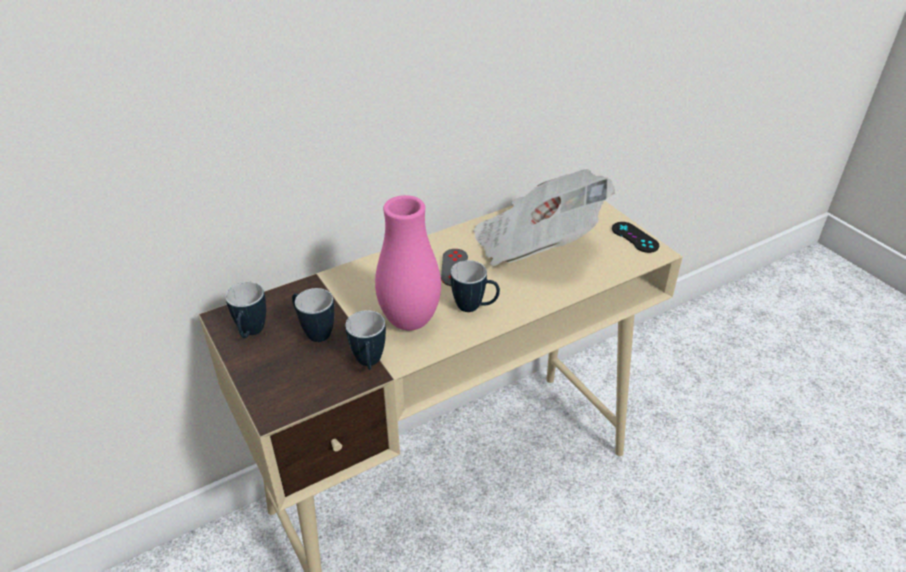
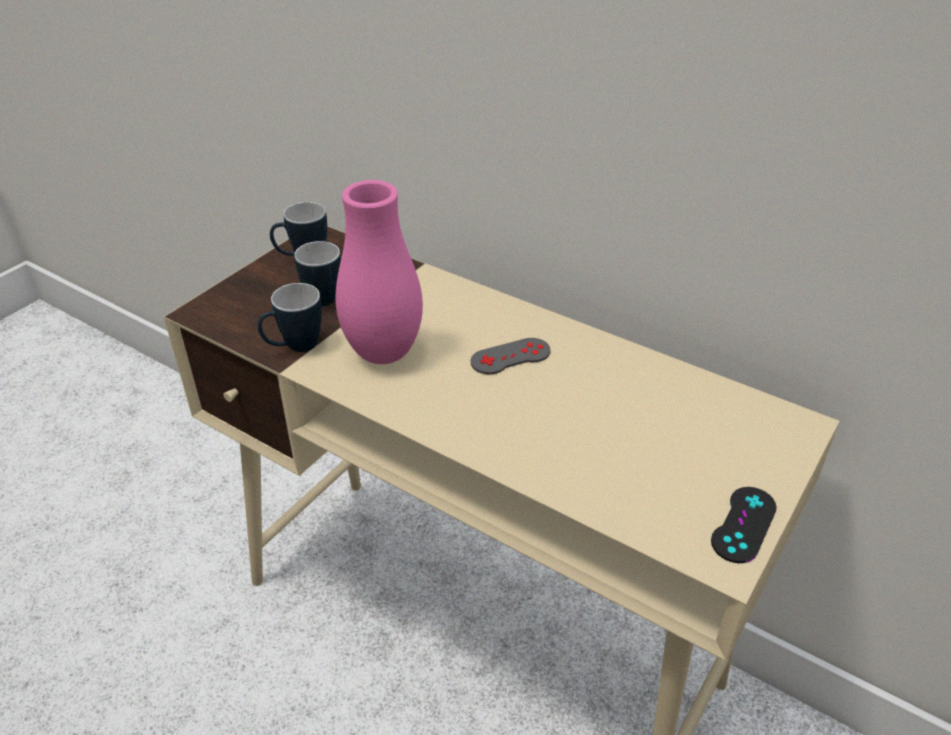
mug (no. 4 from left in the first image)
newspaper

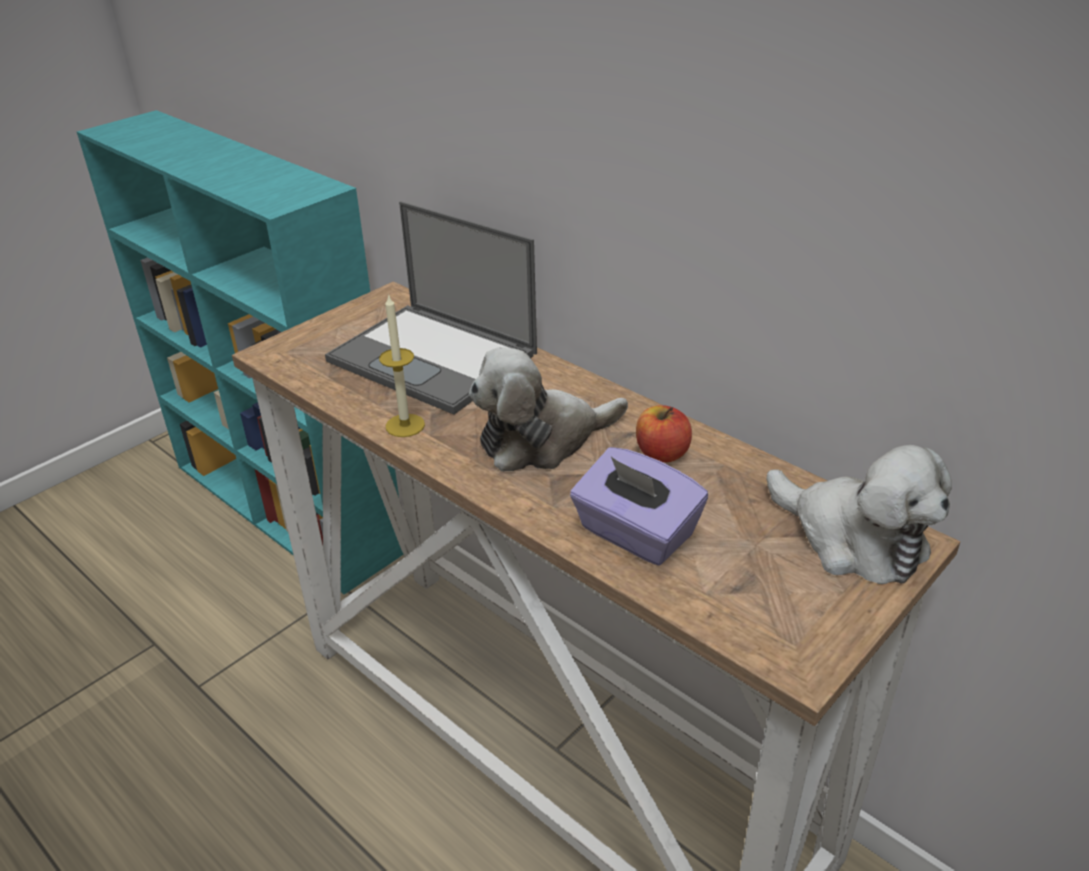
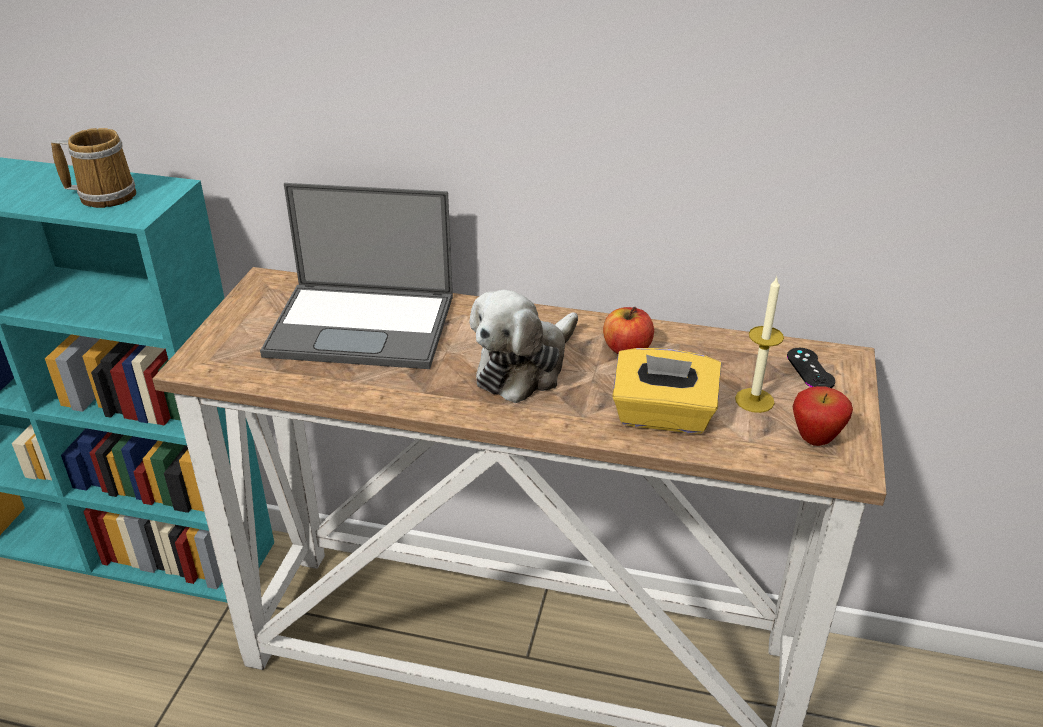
candle
tissue box in yellow
game controller in black
mug
apple (no. 2 from left)

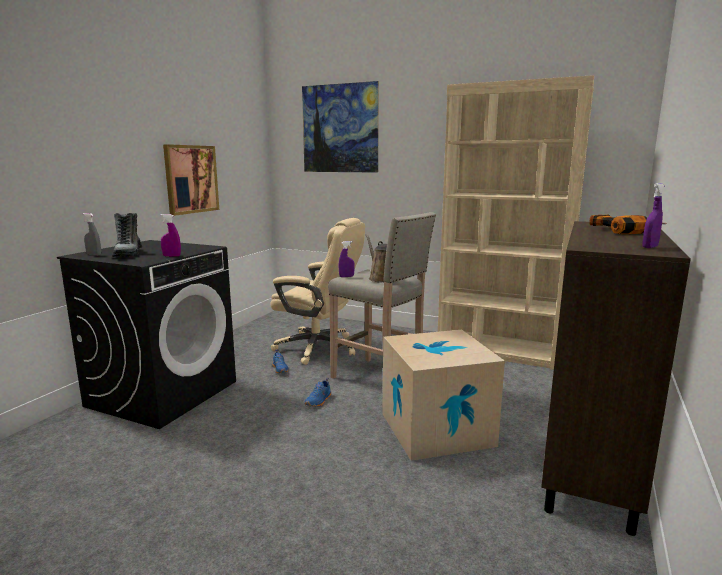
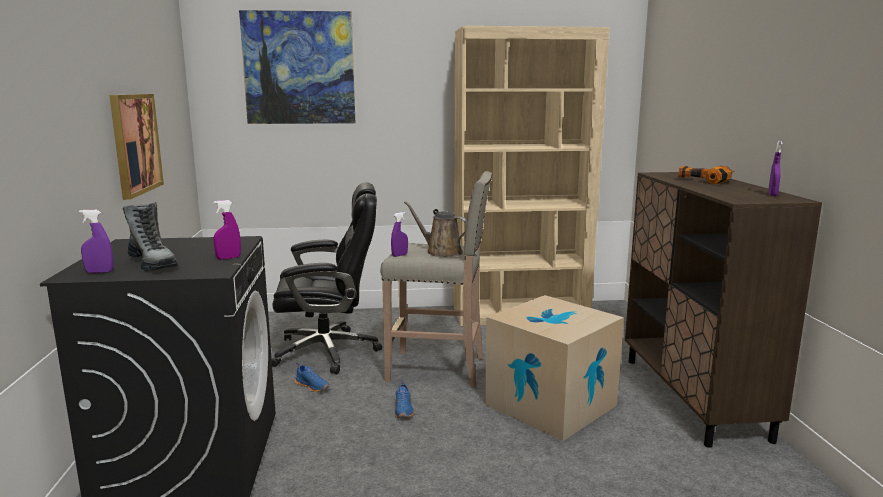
spray bottle in purple (no. 1 from left)
office chair in black

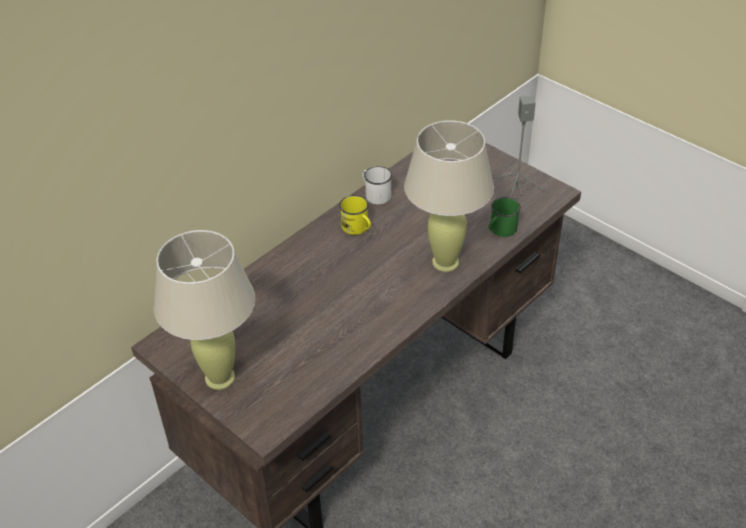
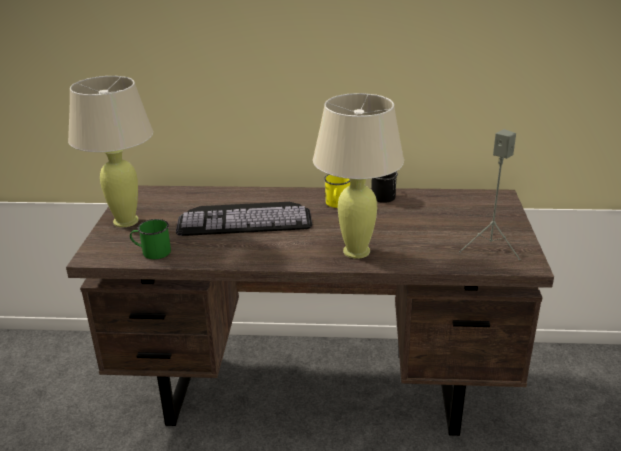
mug in black
mug in green
keyboard

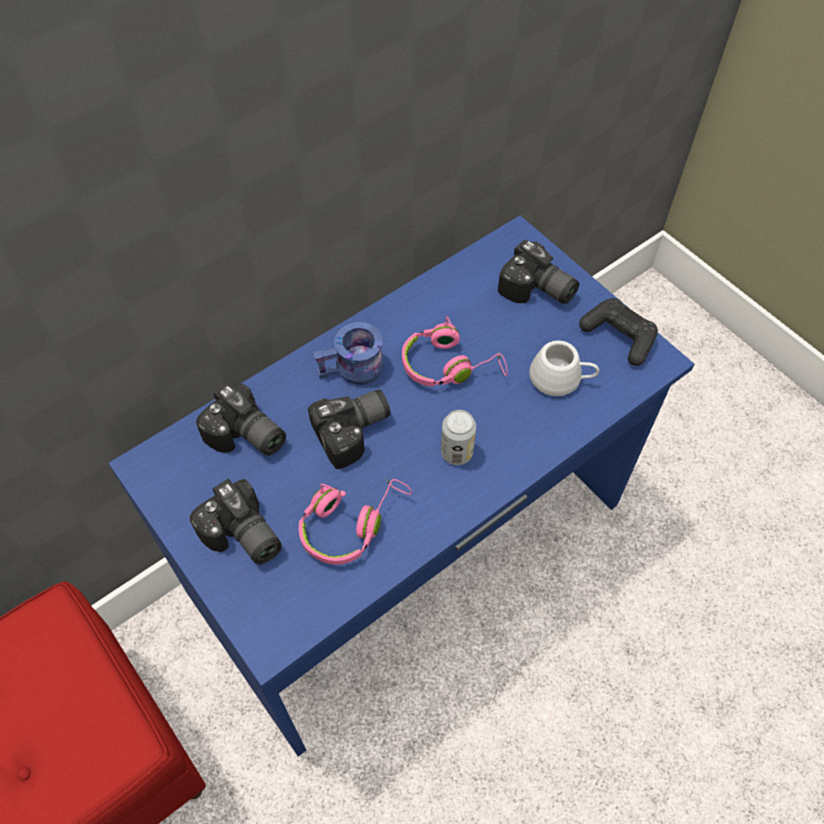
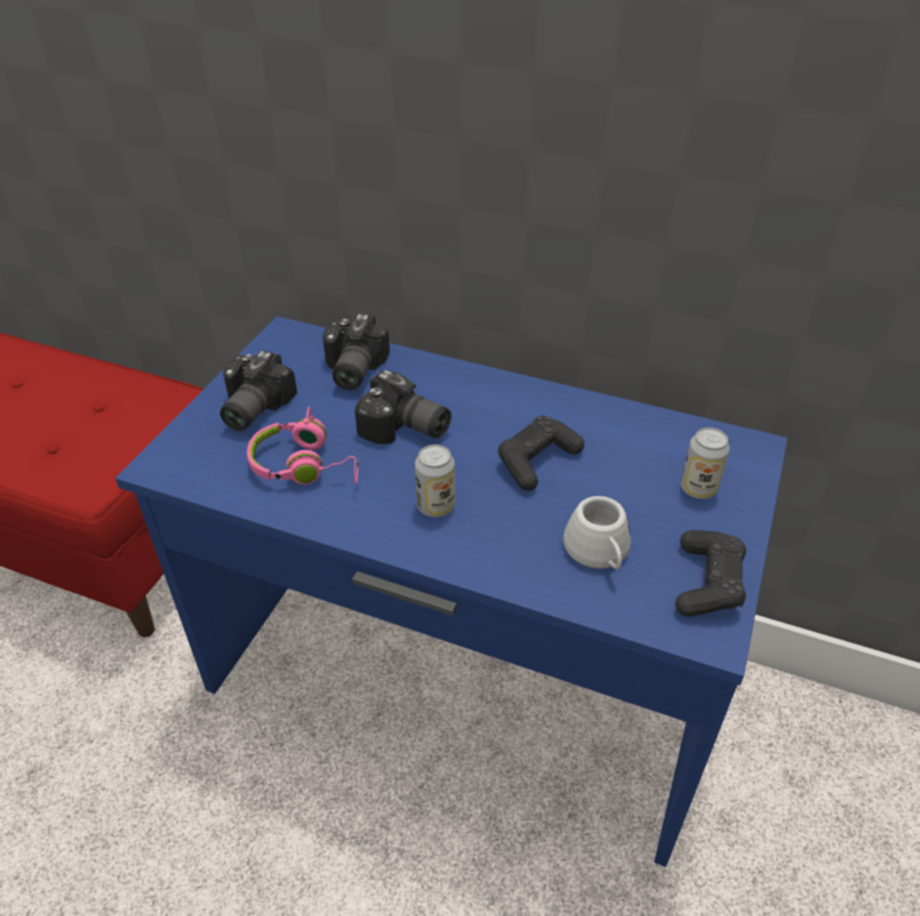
mug in blue
game controller in black (no. 1 from left)
can (no. 2 from left)

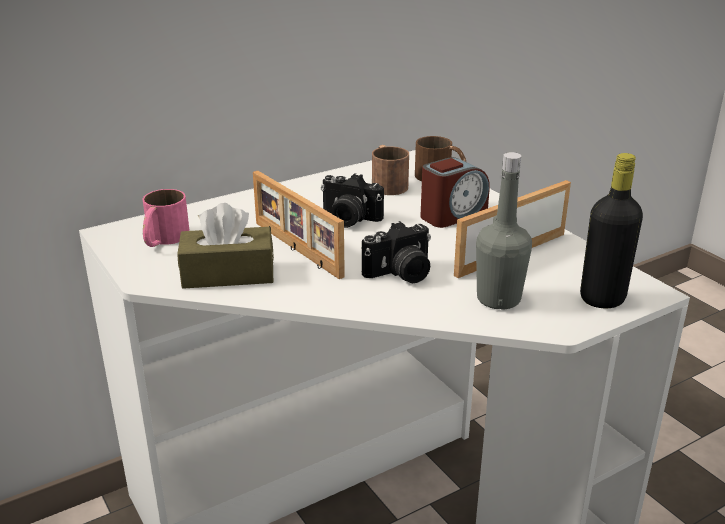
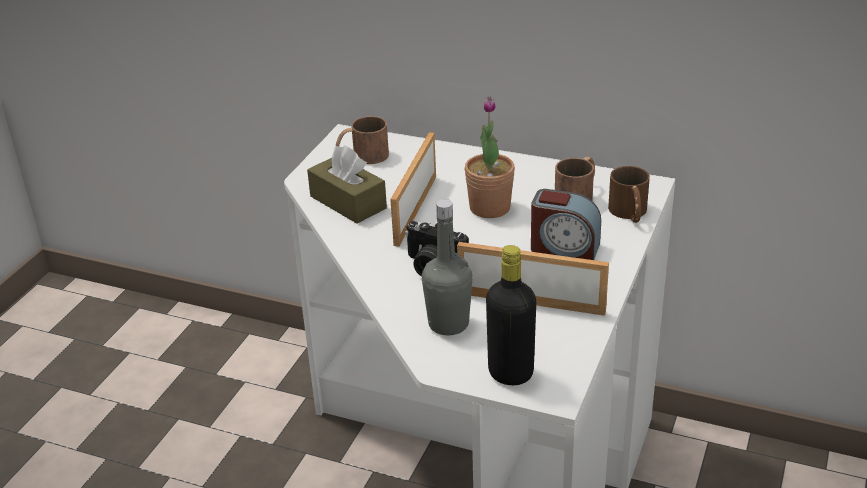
mug in brown (no. 1 from left)
potted plant

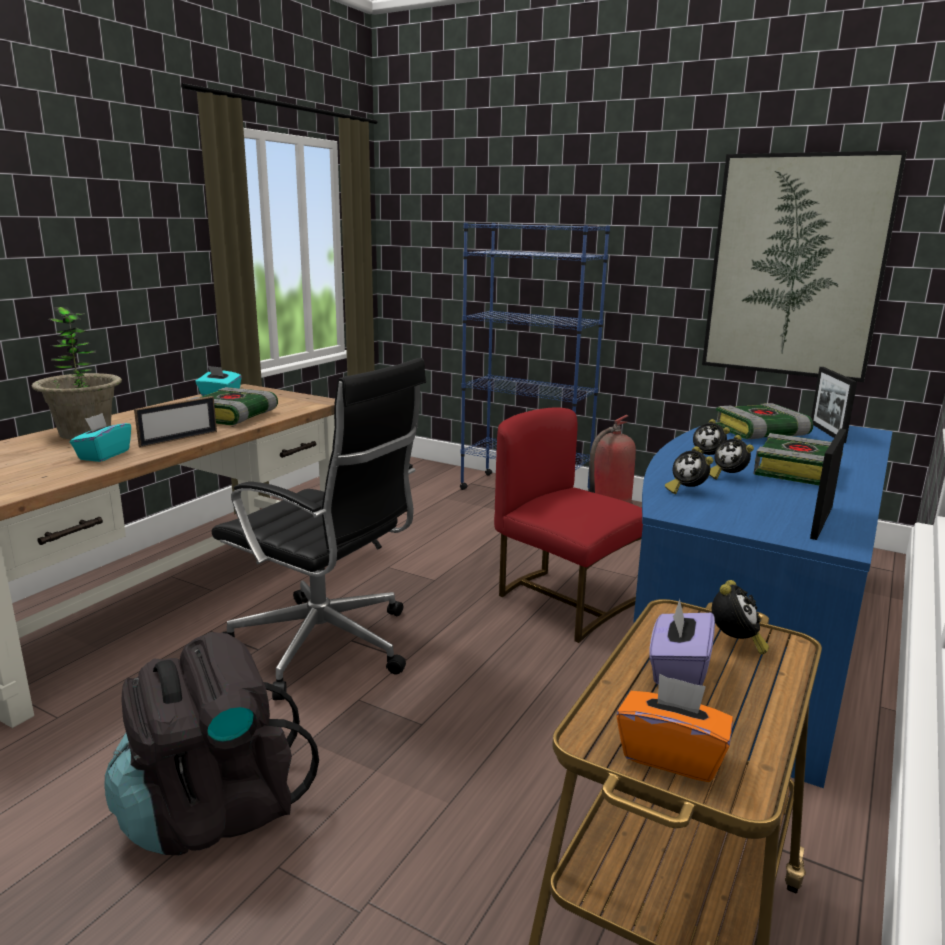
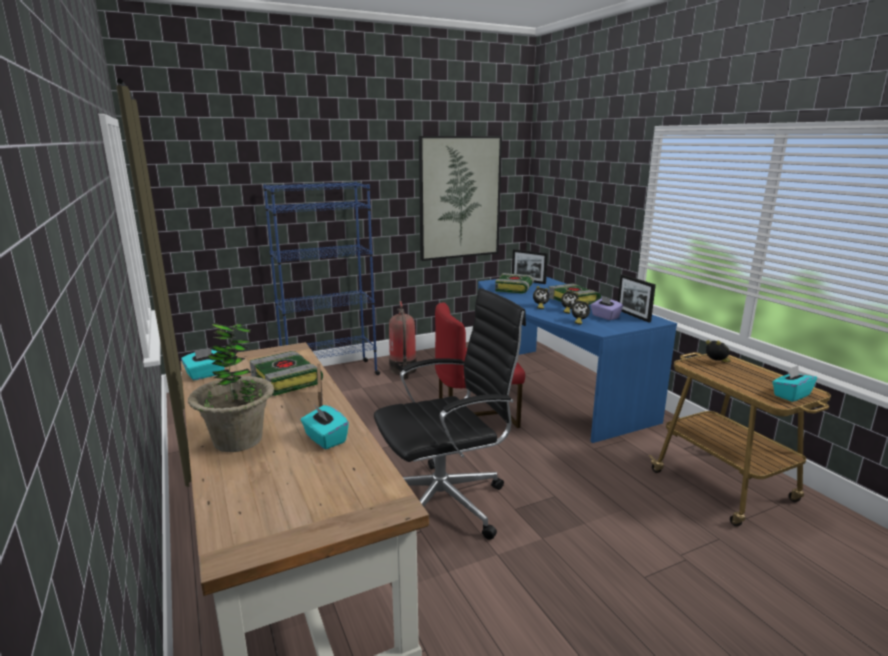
backpack in black
tissue box in turquoise (no. 3 from left)
tissue box in purple

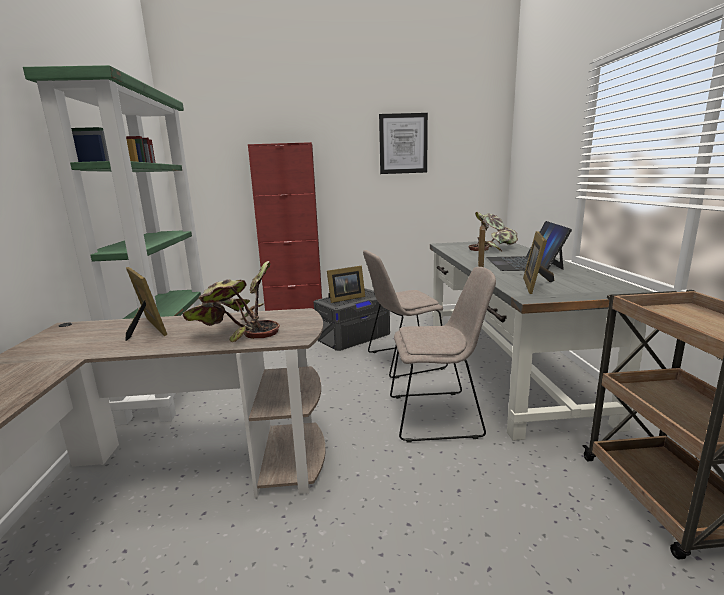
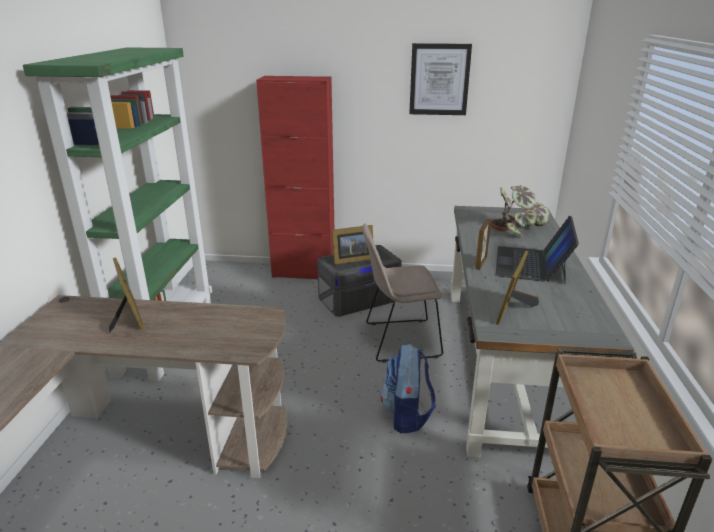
potted plant (no. 1 from left in the first image)
backpack

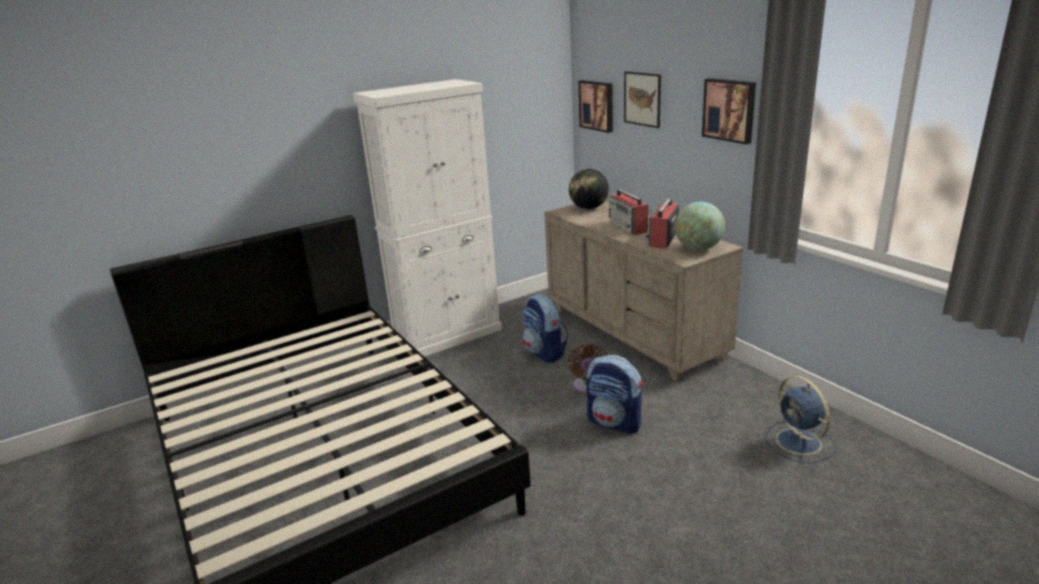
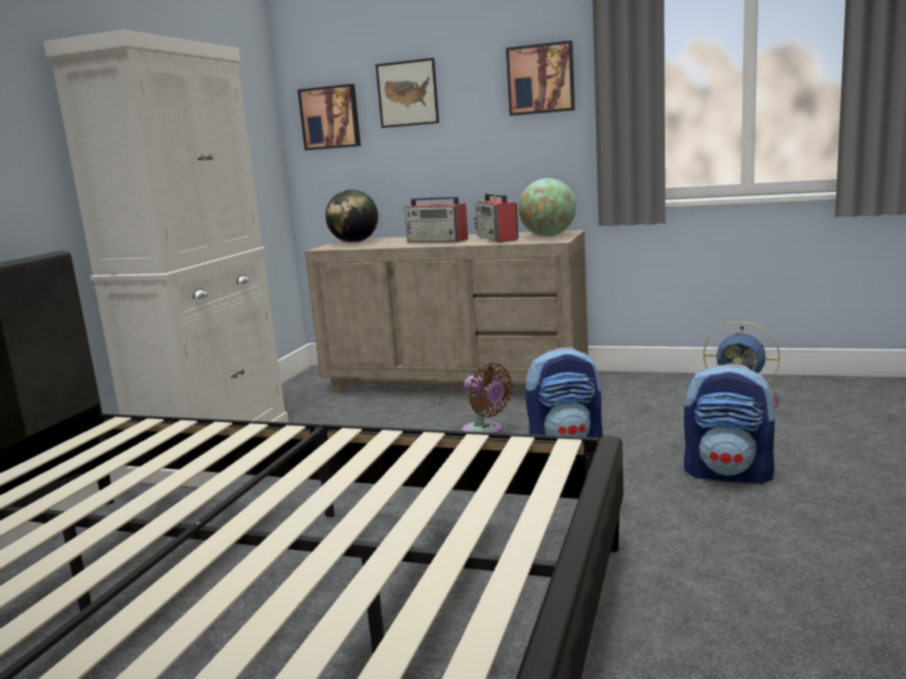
backpack (no. 2 from left)

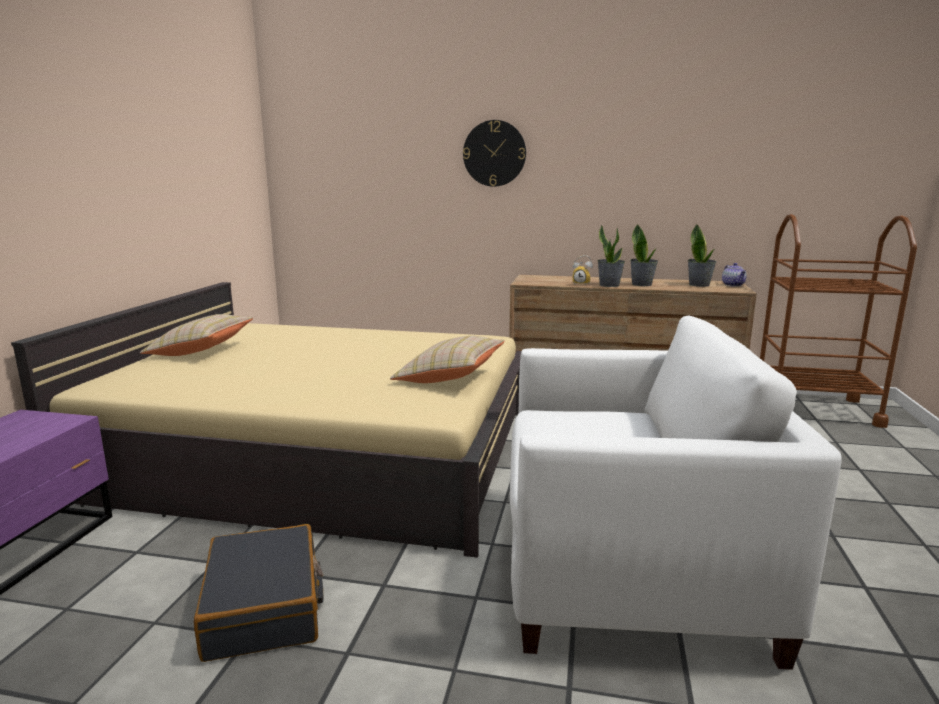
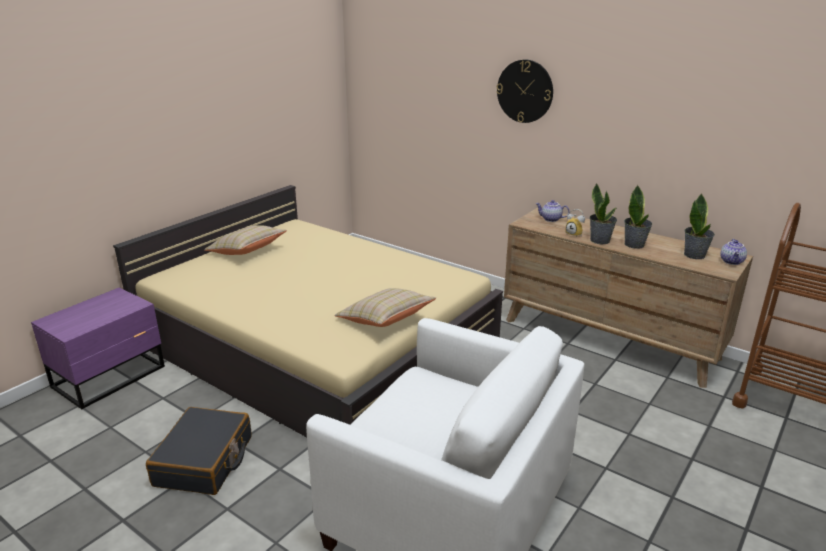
teapot (no. 1 from left)

